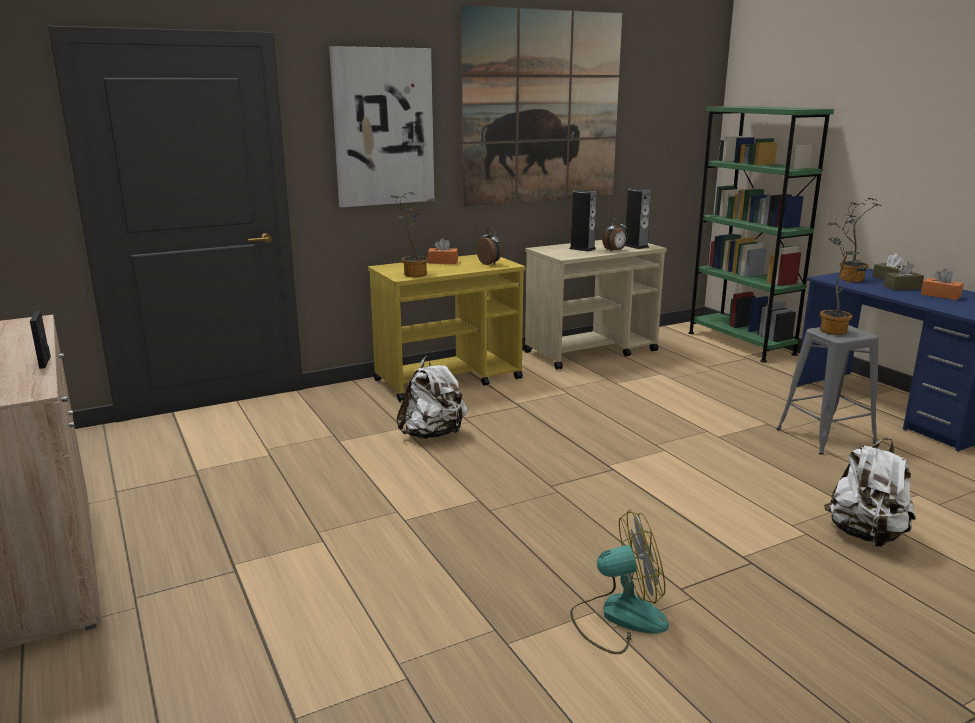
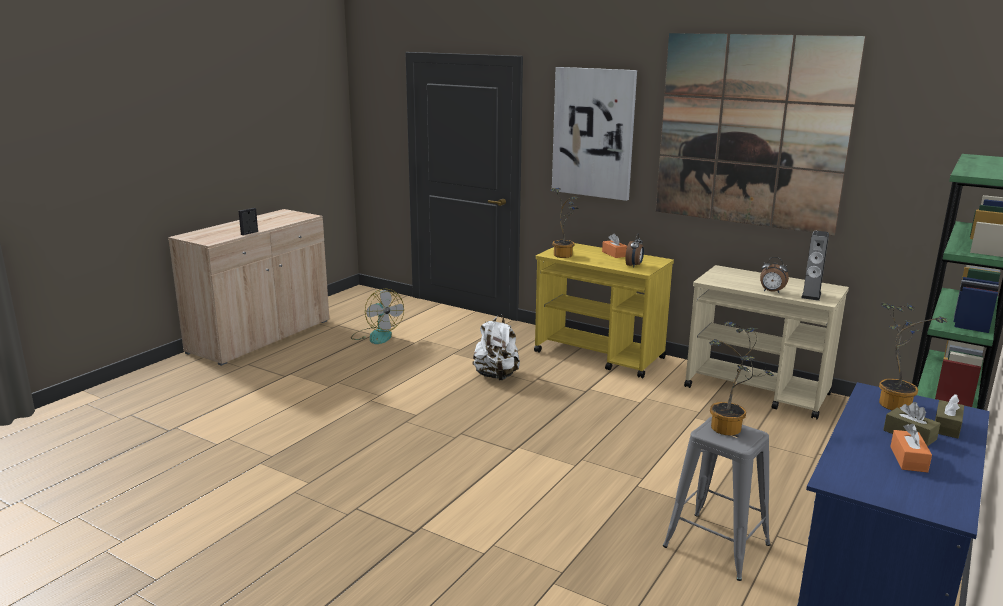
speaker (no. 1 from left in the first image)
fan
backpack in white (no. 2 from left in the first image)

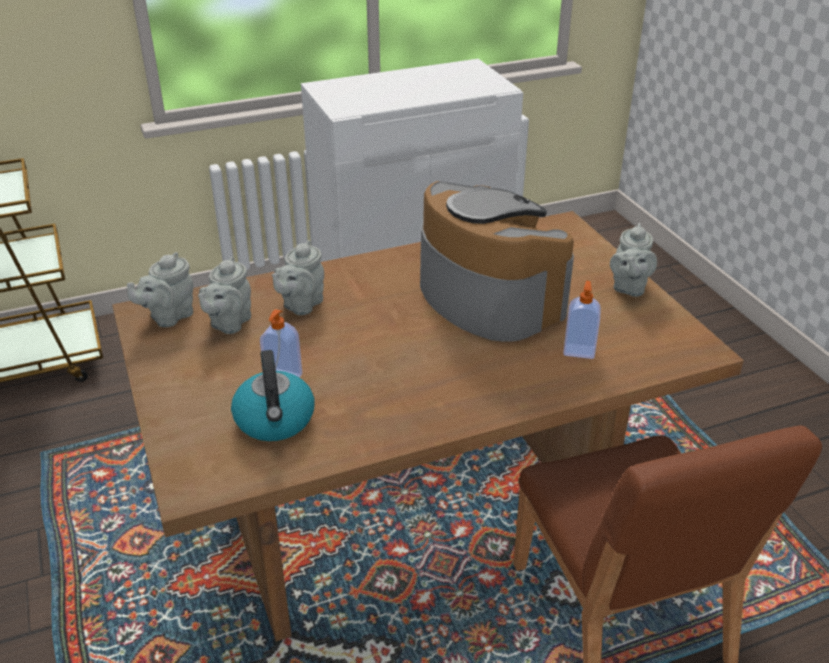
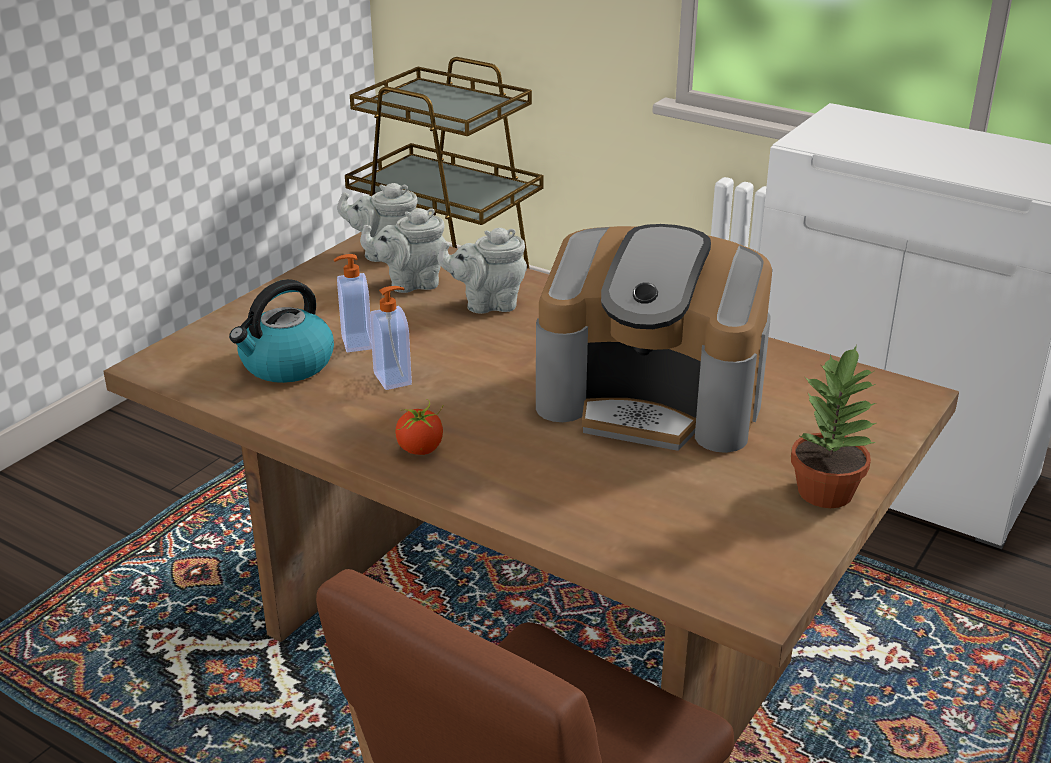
coffee machine
soap dispenser (no. 2 from left)
potted plant
tomato

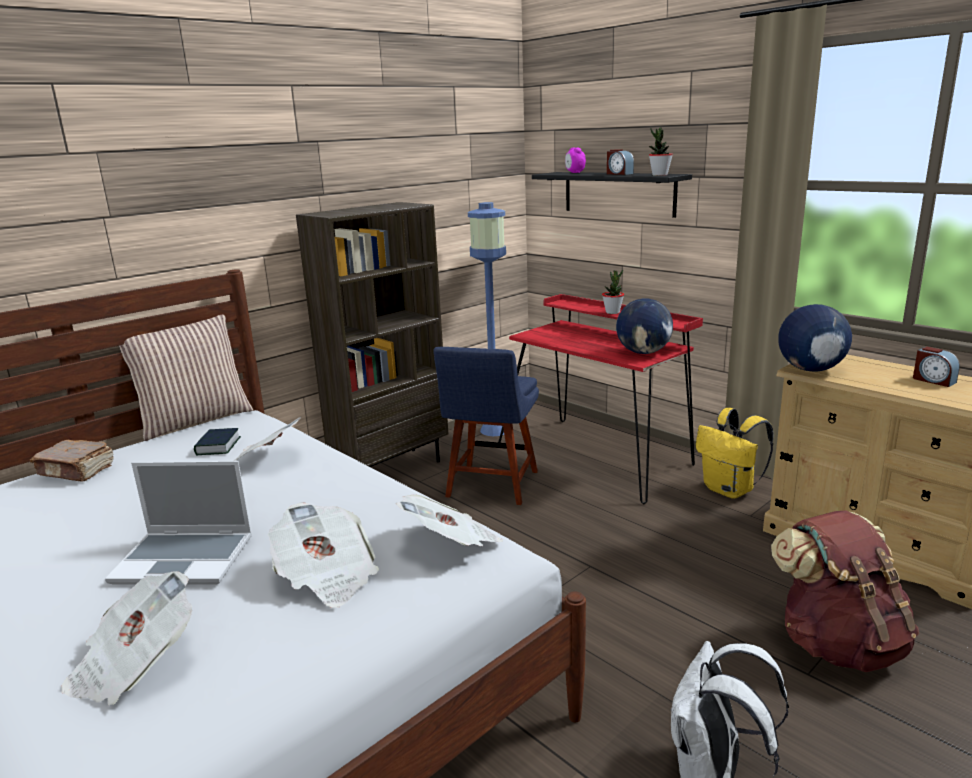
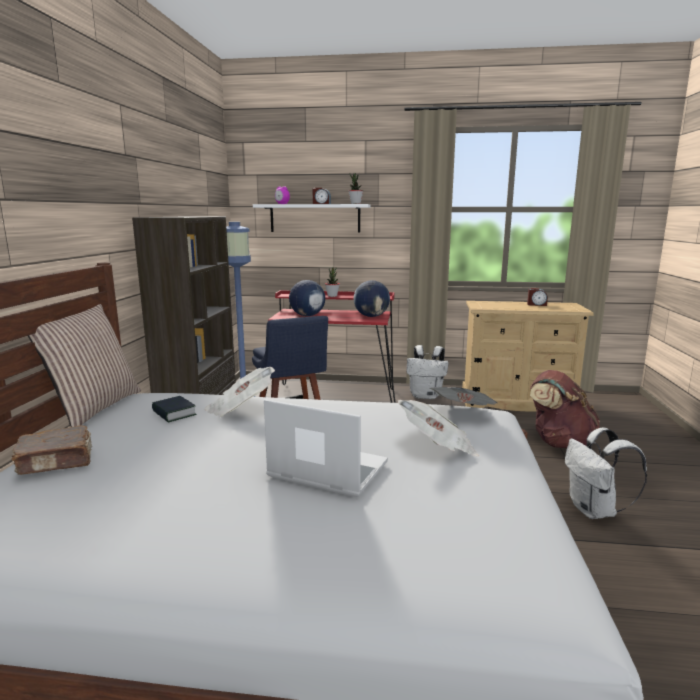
newspaper (no. 1 from left in the first image)
laptop
shelf in white
backpack in white (no. 1 from left)
globe (no. 1 from left)

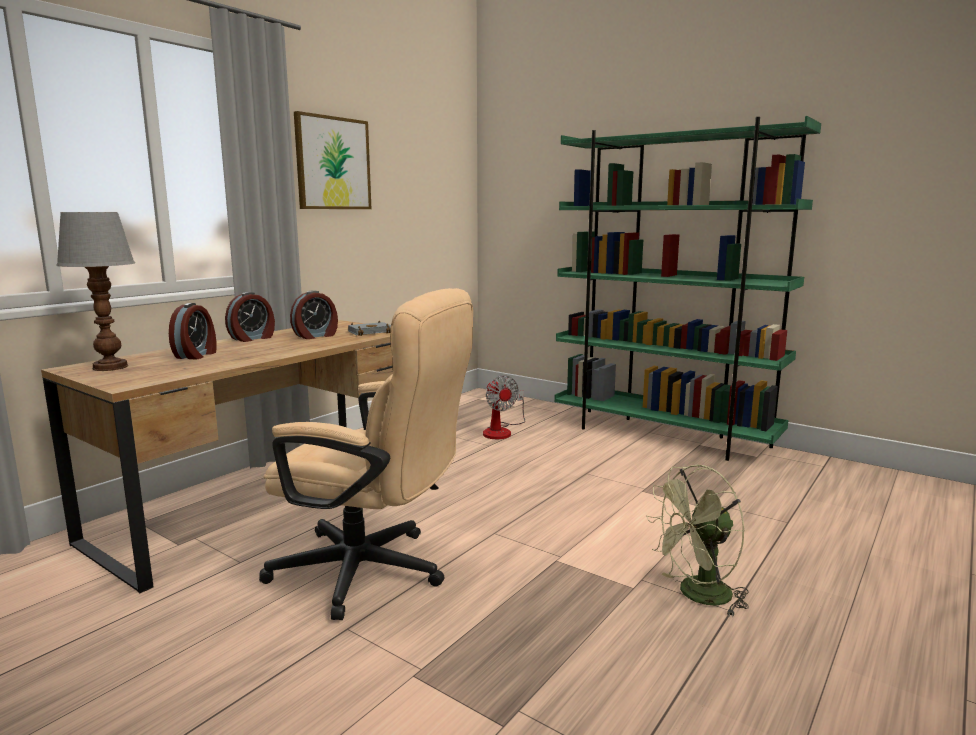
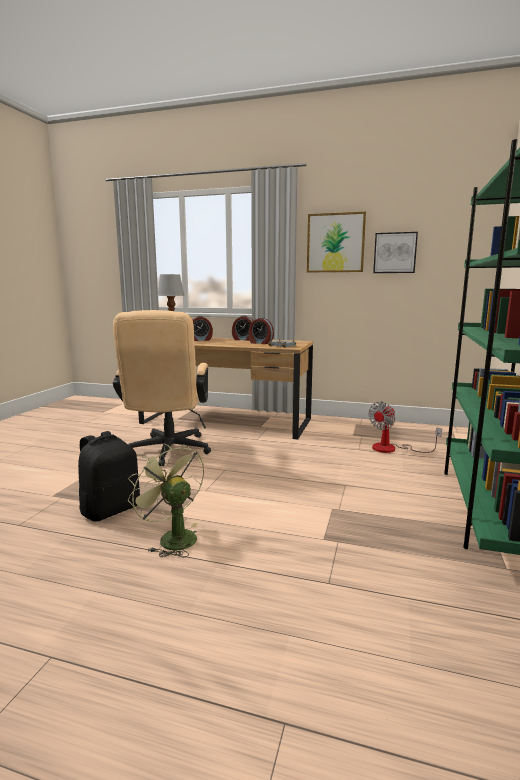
backpack in black
picture (no. 2 from left)

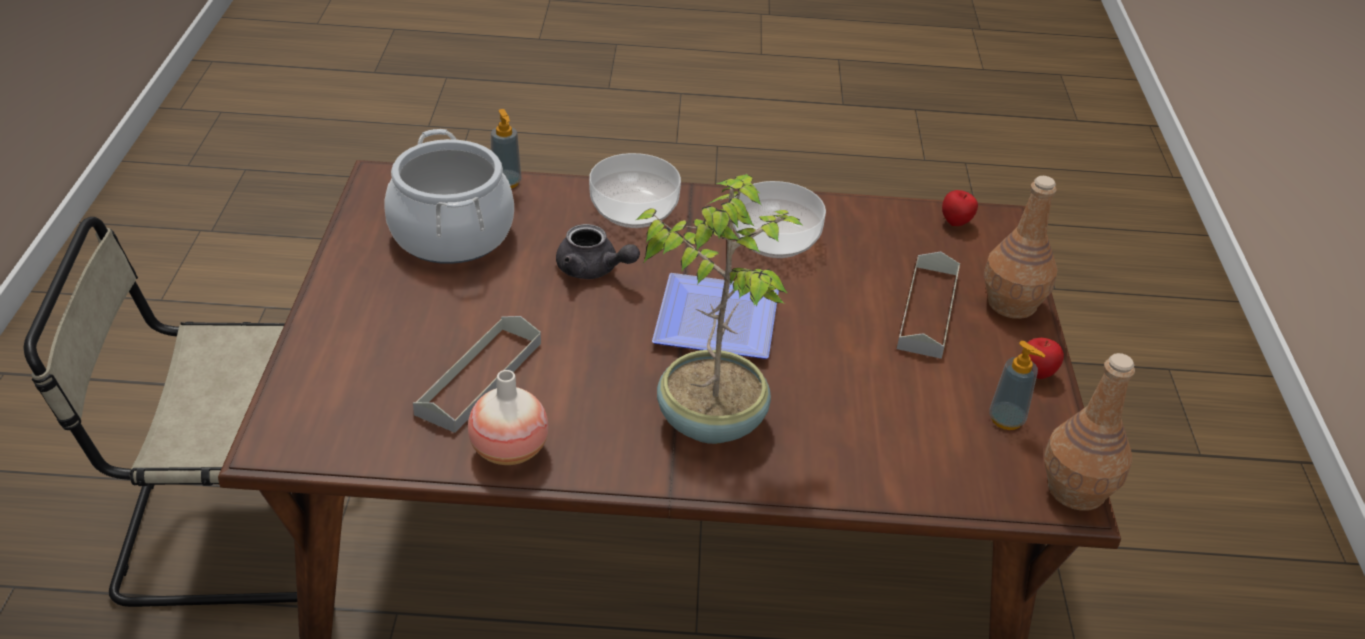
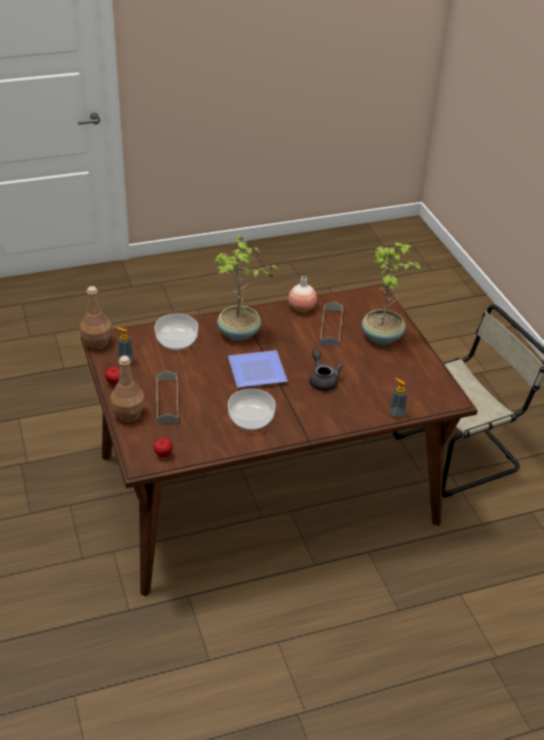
cooking pot
teapot in grey
bowl (no. 1 from left)
potted plant (no. 2 from left)

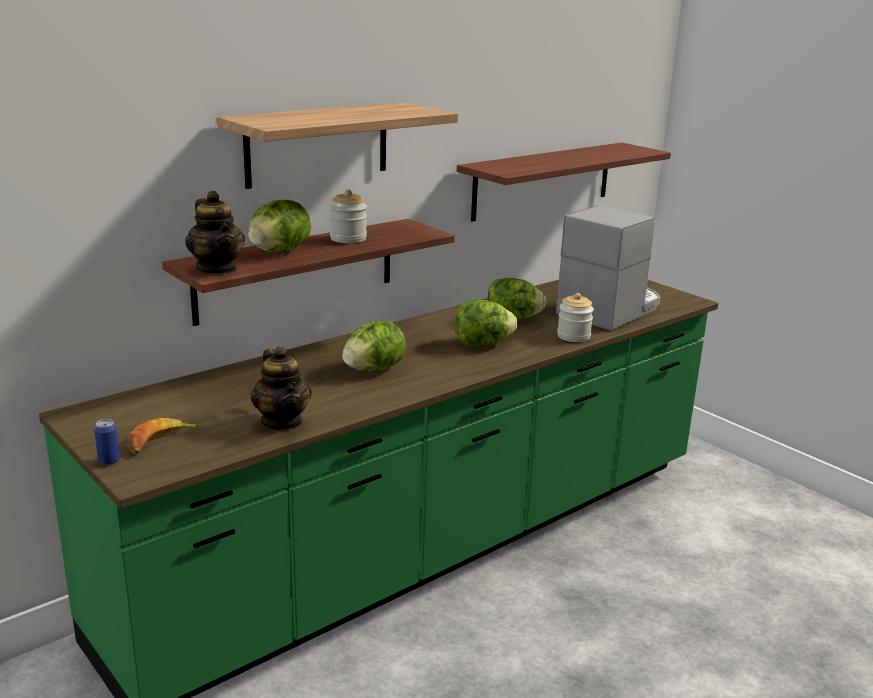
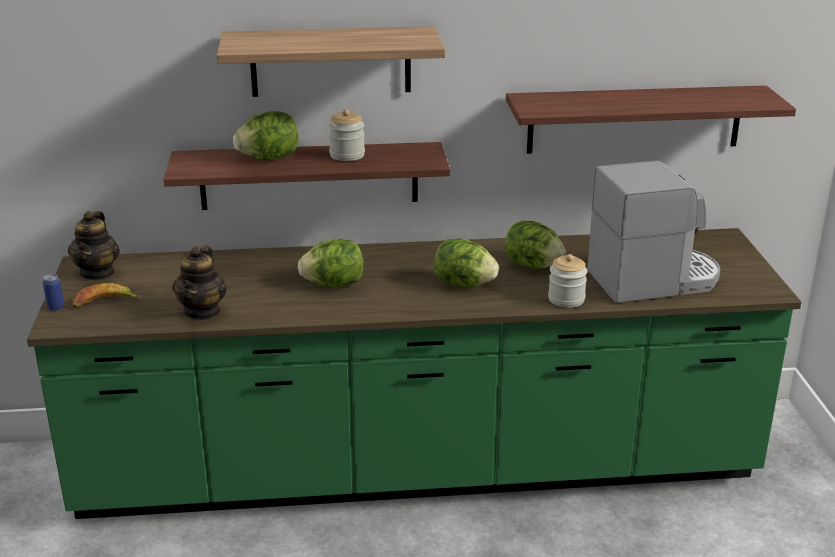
teapot (no. 1 from left)

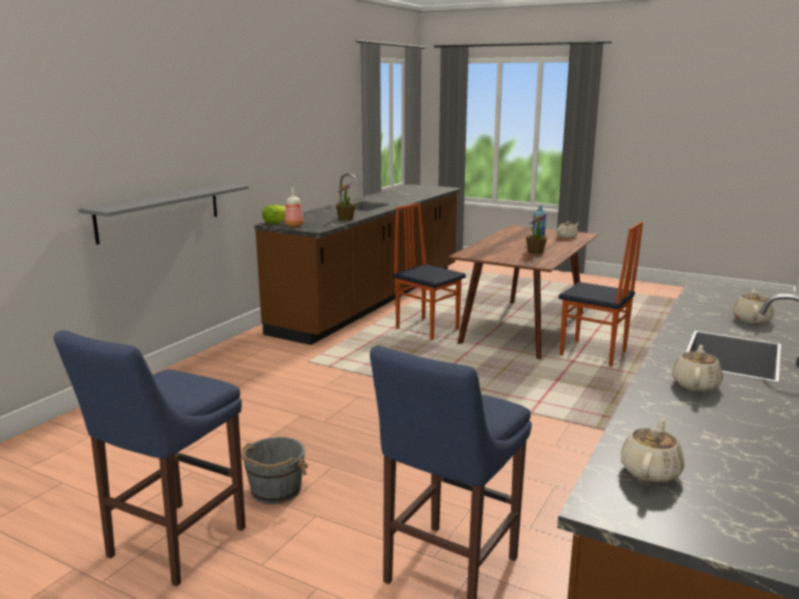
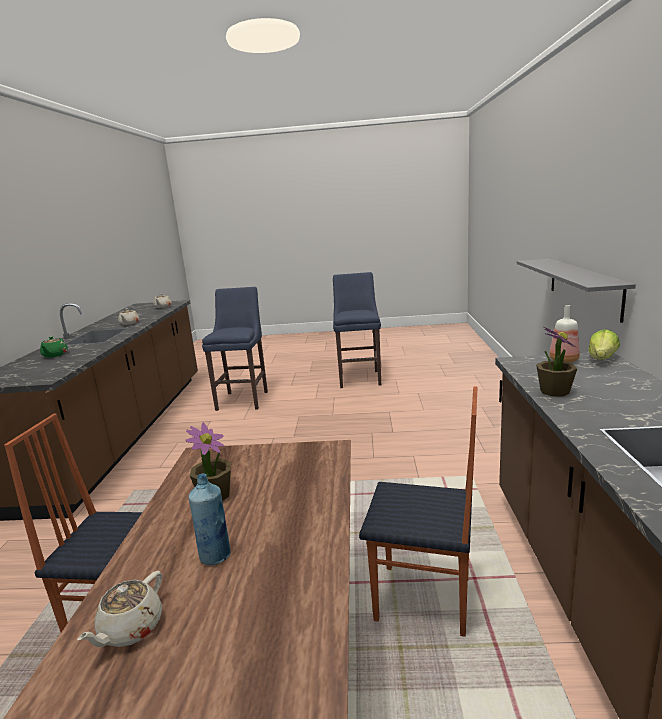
bucket in grey
teapot in green

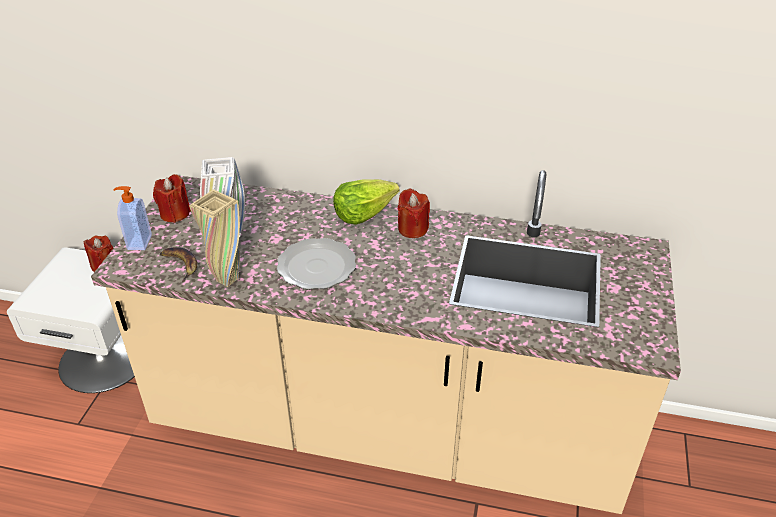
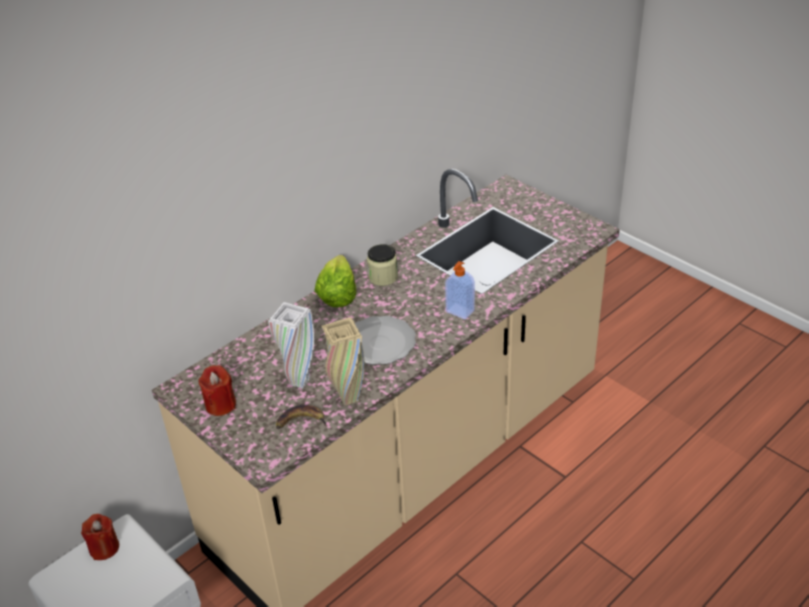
soap dispenser
jar

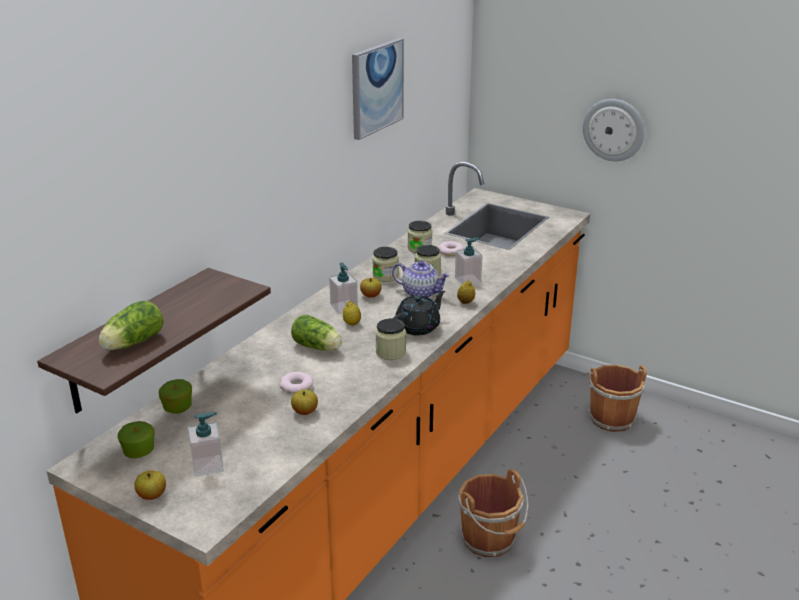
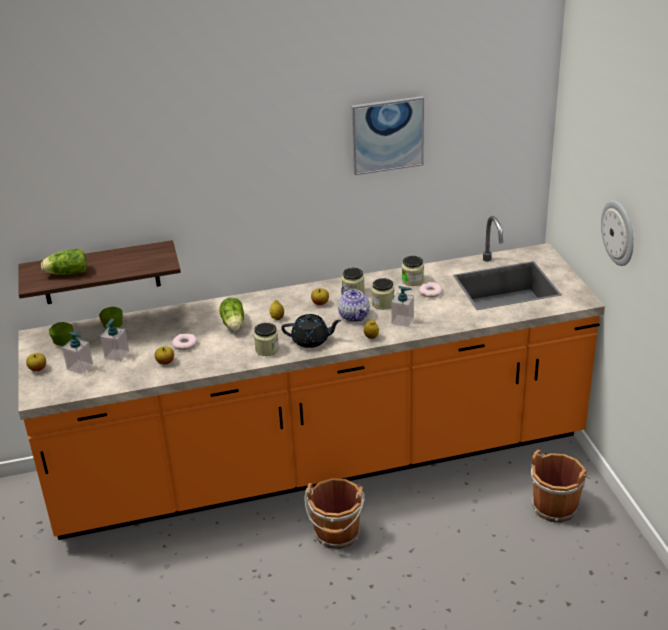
soap dispenser (no. 2 from left)

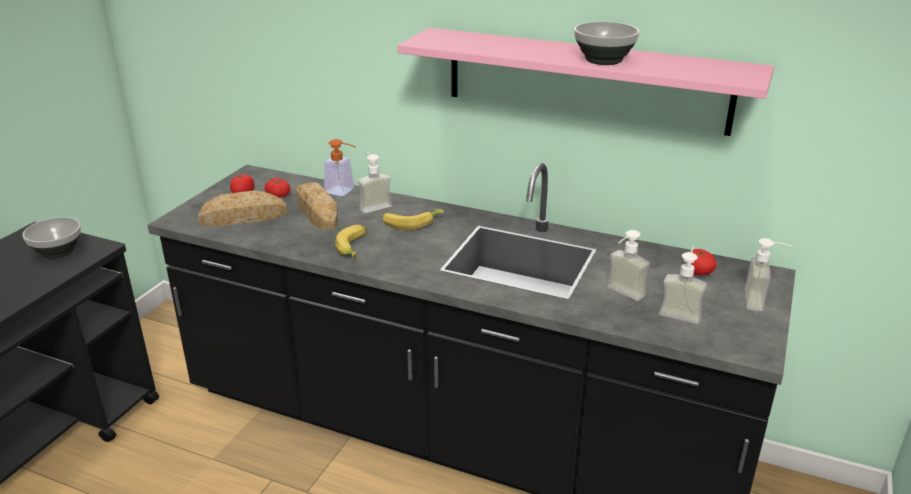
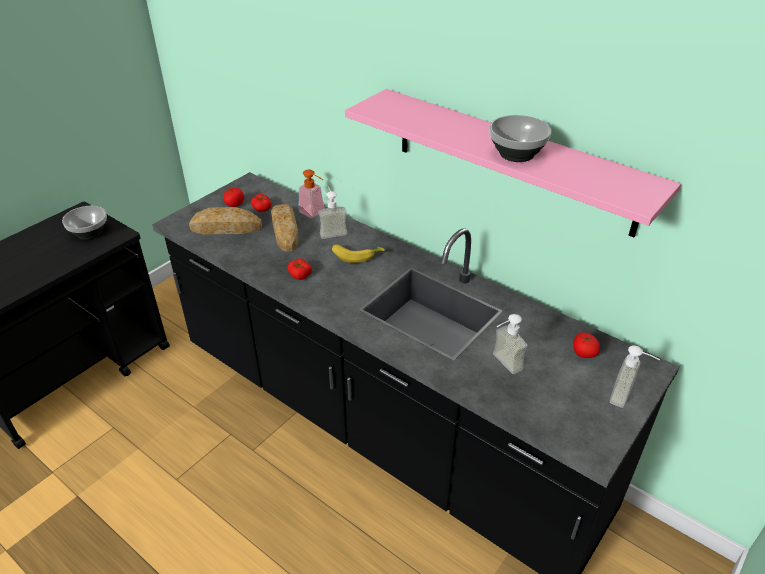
tomato (no. 3 from left)
soap dispenser (no. 4 from left in the first image)

